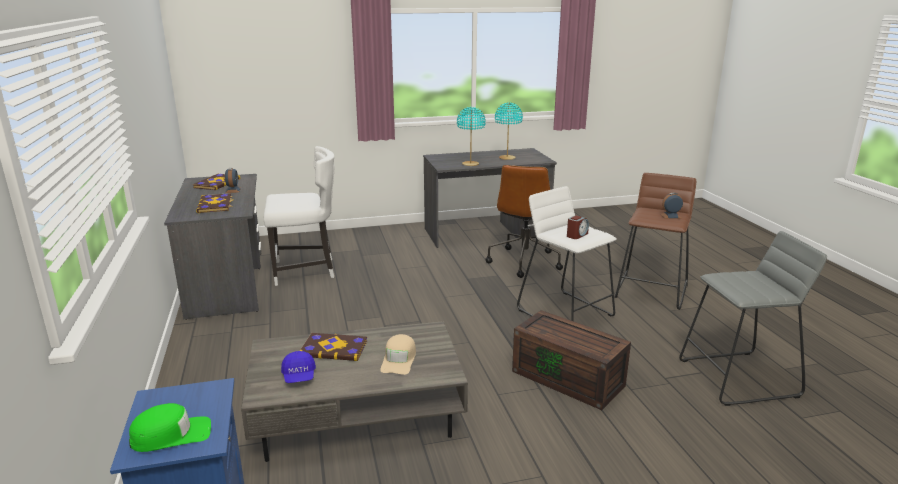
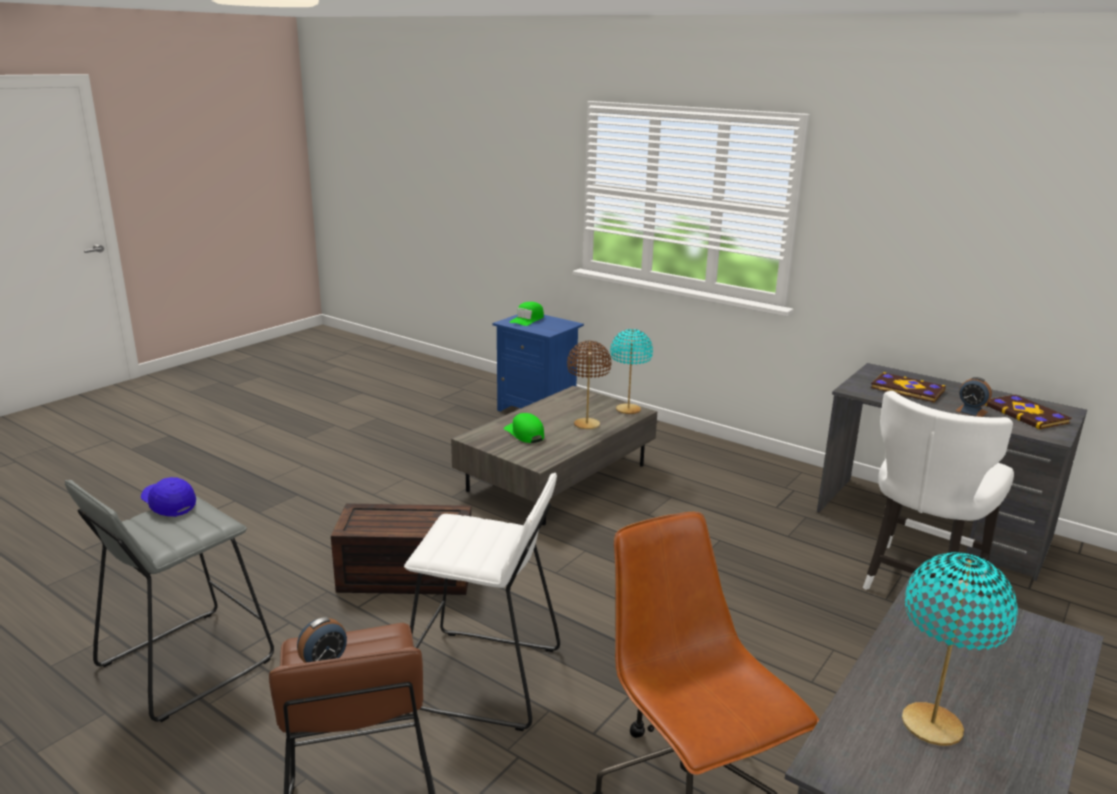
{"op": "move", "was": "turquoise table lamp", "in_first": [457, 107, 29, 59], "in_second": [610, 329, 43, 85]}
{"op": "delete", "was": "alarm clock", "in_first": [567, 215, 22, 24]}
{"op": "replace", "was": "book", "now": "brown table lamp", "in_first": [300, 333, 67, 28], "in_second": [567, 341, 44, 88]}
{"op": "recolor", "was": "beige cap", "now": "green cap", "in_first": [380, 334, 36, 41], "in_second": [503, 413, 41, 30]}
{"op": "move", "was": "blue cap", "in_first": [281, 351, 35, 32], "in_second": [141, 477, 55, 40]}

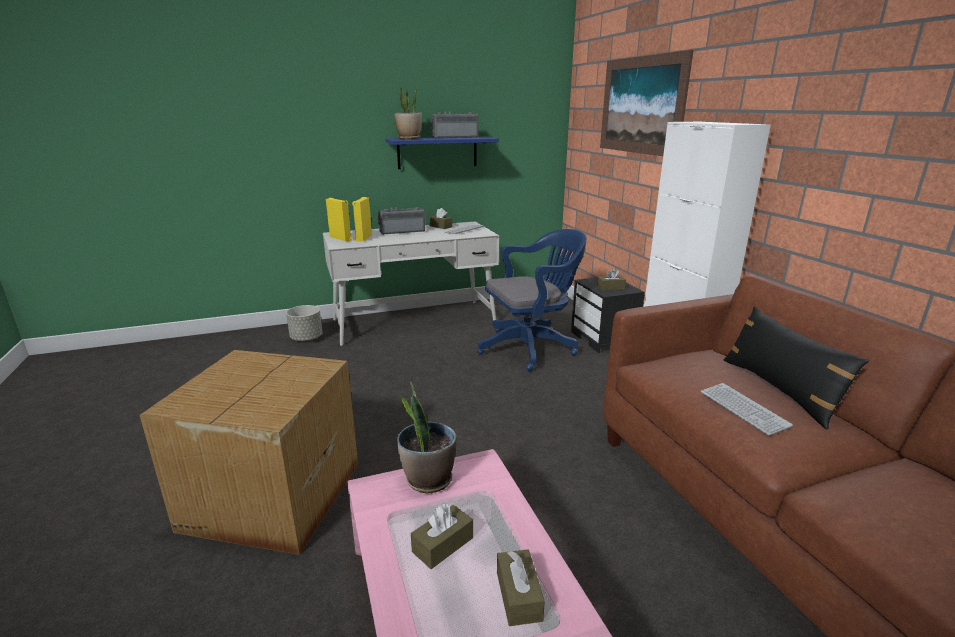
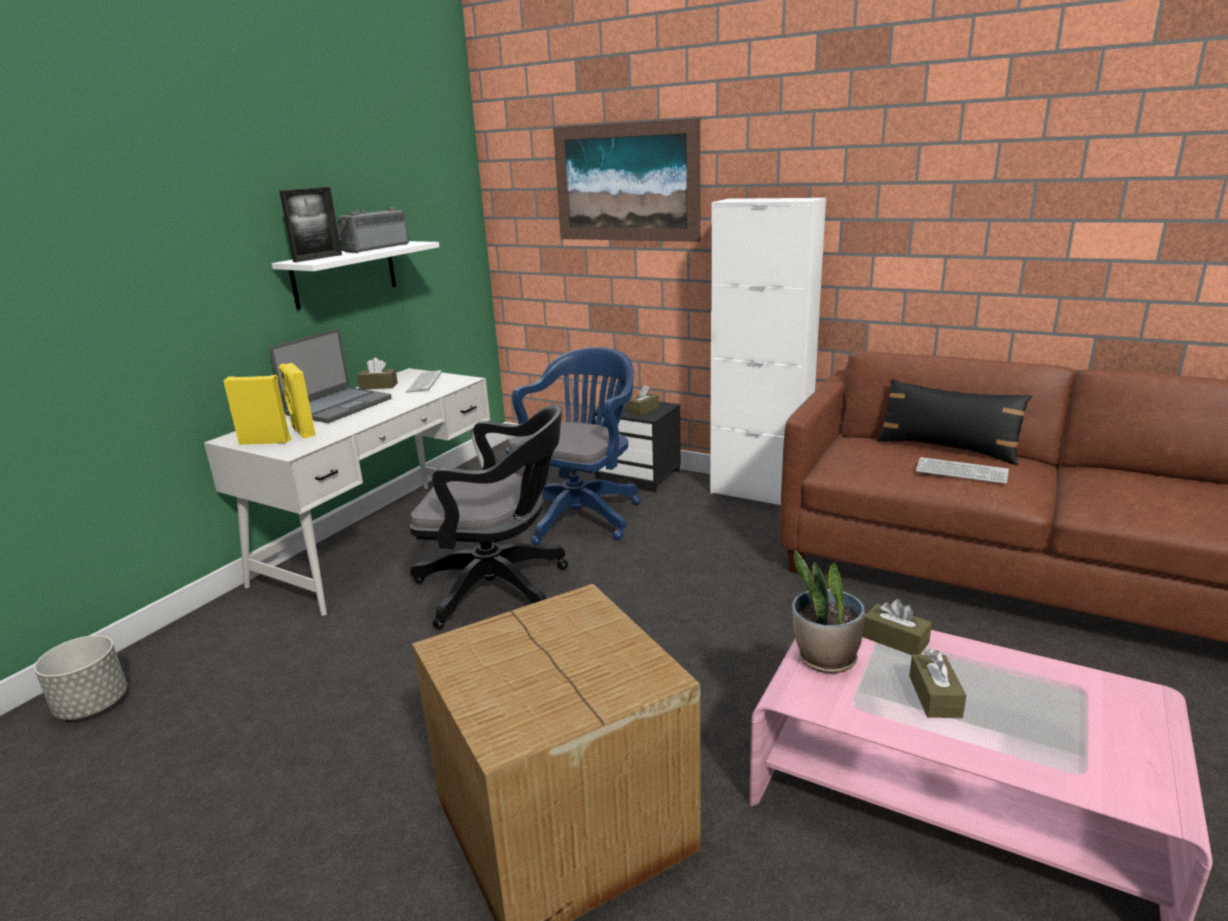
{"op": "replace", "was": "potted plant", "now": "picture frame", "in_first": [394, 83, 28, 56], "in_second": [279, 187, 63, 75]}
{"op": "recolor", "was": "blue shelf", "now": "white shelf", "in_first": [385, 137, 114, 32], "in_second": [272, 241, 167, 69]}
{"op": "replace", "was": "radio", "now": "laptop", "in_first": [377, 207, 48, 27], "in_second": [269, 329, 123, 94]}
{"op": "move", "was": "grey planter", "in_first": [286, 305, 37, 36], "in_second": [34, 635, 93, 85]}
{"op": "move", "was": "brown tissue box", "in_first": [497, 549, 48, 77], "in_second": [862, 599, 70, 56]}
{"op": "insert", "now": "black office chair", "in_second": [410, 405, 158, 224]}

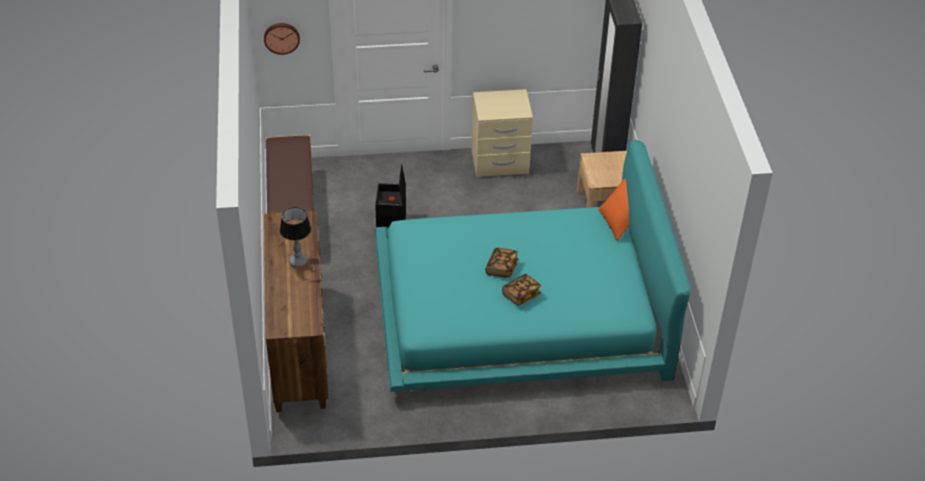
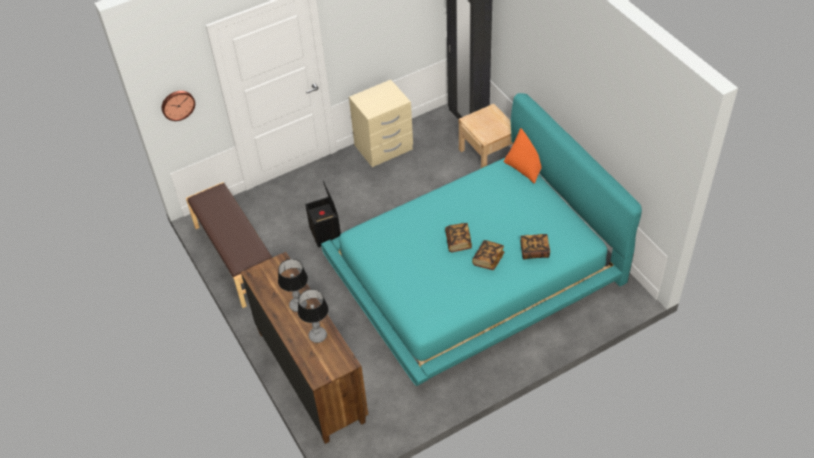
{"op": "insert", "now": "book", "in_second": [520, 234, 30, 26]}
{"op": "insert", "now": "table lamp", "in_second": [298, 289, 30, 54]}

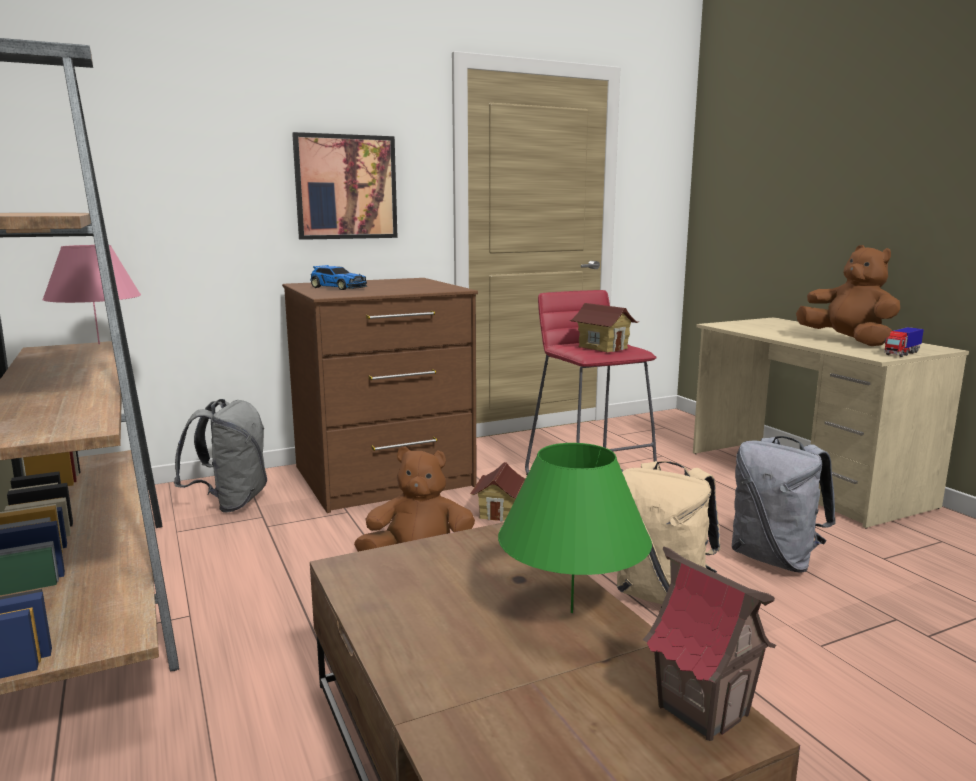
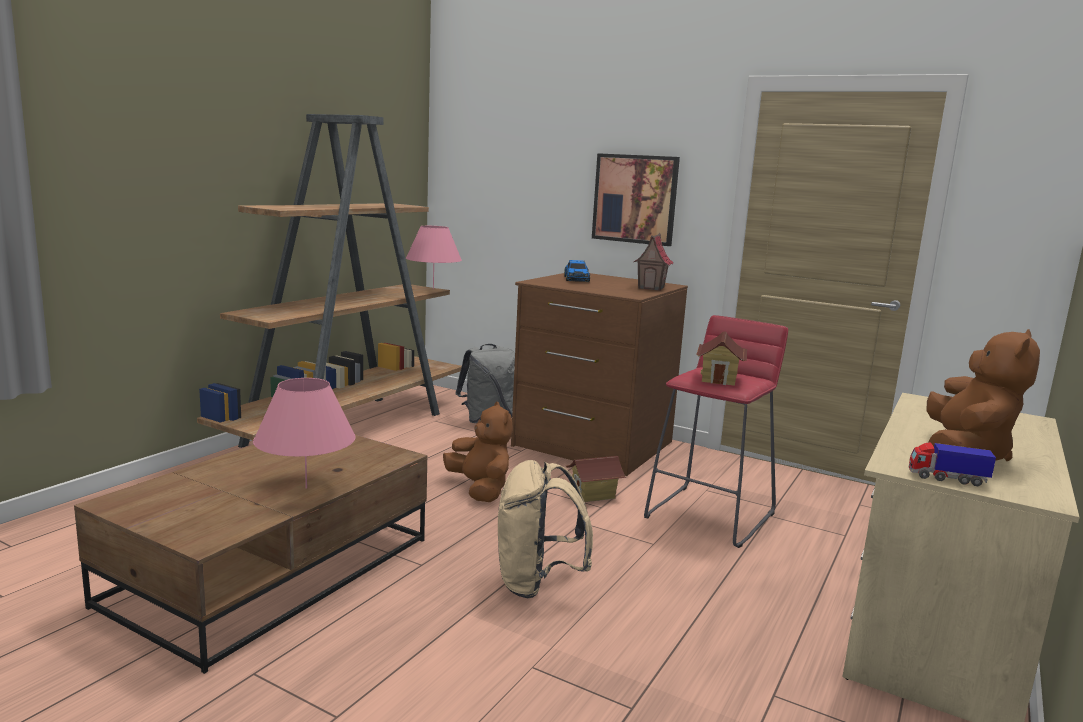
{"op": "delete", "was": "grey backpack", "in_first": [732, 436, 104, 136]}
{"op": "recolor", "was": "green table lamp", "now": "pink table lamp", "in_first": [498, 443, 154, 170], "in_second": [253, 378, 103, 111]}
{"op": "move", "was": "toy house", "in_first": [643, 547, 133, 194], "in_second": [634, 233, 40, 58]}

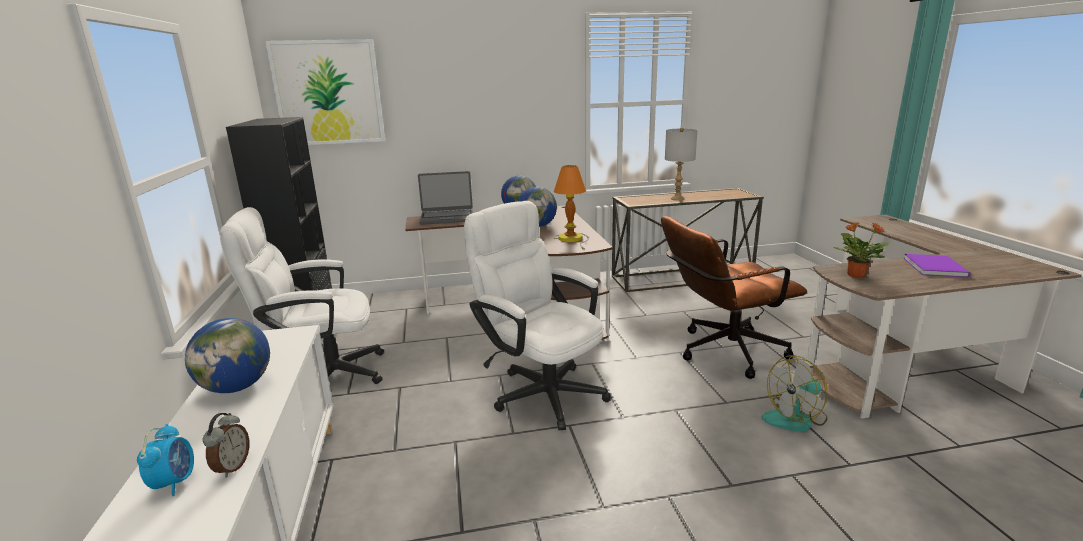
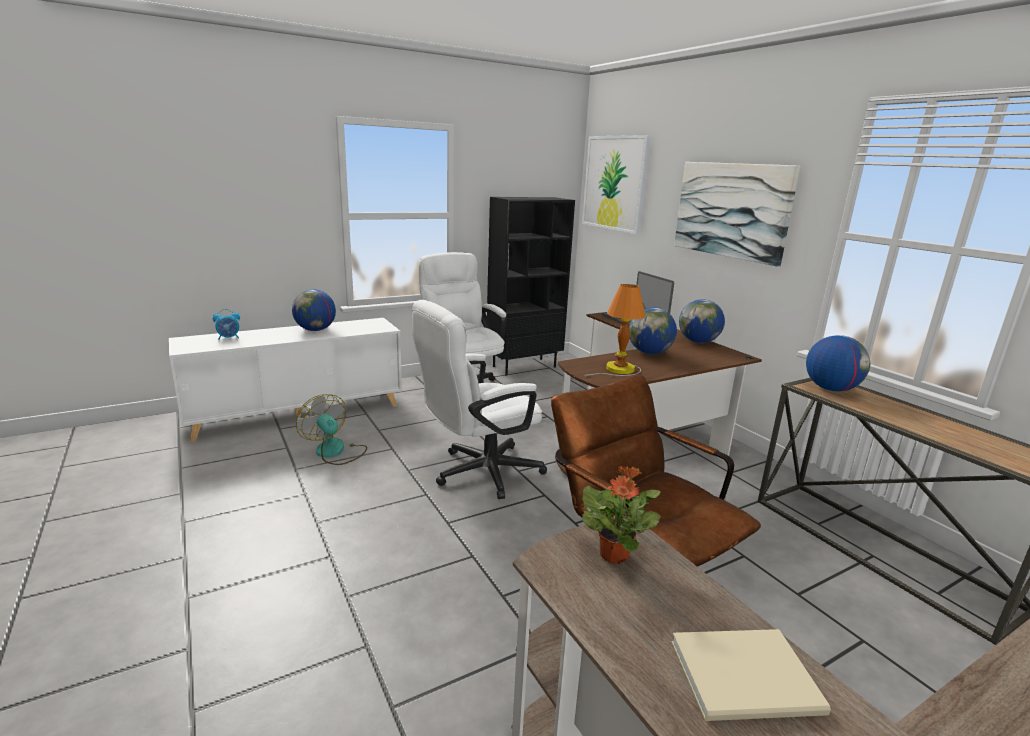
{"op": "delete", "was": "grey table lamp", "in_first": [665, 127, 32, 74]}
{"op": "rotate", "was": "white office chair", "in_first": [464, 201, 147, 229], "in_second": [411, 300, 136, 199], "clockwise": -150}
{"op": "recolor", "was": "purple book", "now": "beige book", "in_first": [904, 254, 67, 23], "in_second": [672, 629, 159, 92]}
{"op": "move", "was": "fan", "in_first": [762, 355, 66, 77], "in_second": [296, 394, 71, 71]}
{"op": "delete", "was": "alarm clock", "in_first": [203, 413, 46, 65]}
{"op": "insert", "now": "picture", "in_second": [674, 162, 126, 104]}
{"op": "insert", "now": "globe", "in_second": [806, 335, 64, 56]}

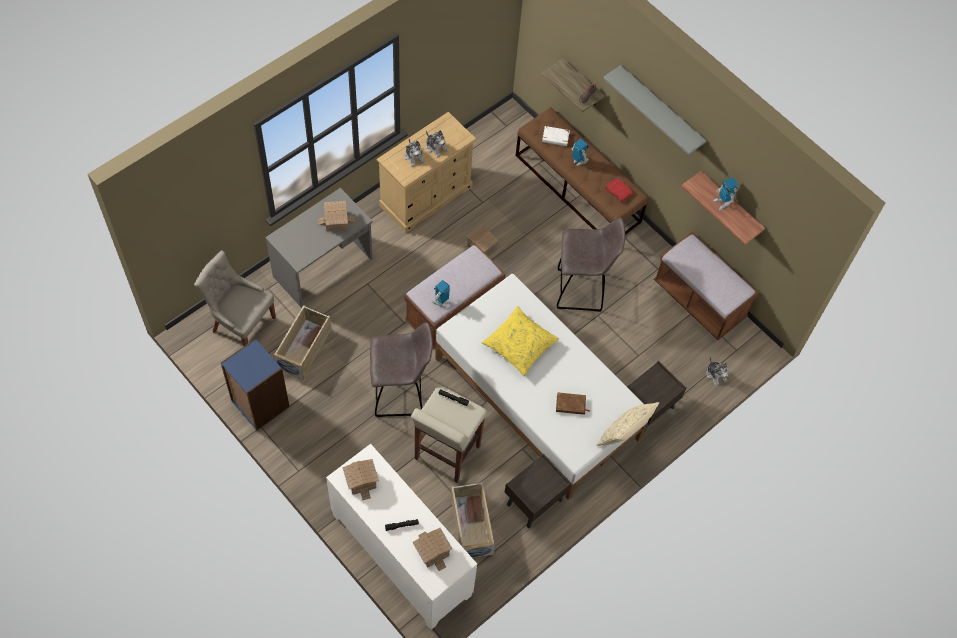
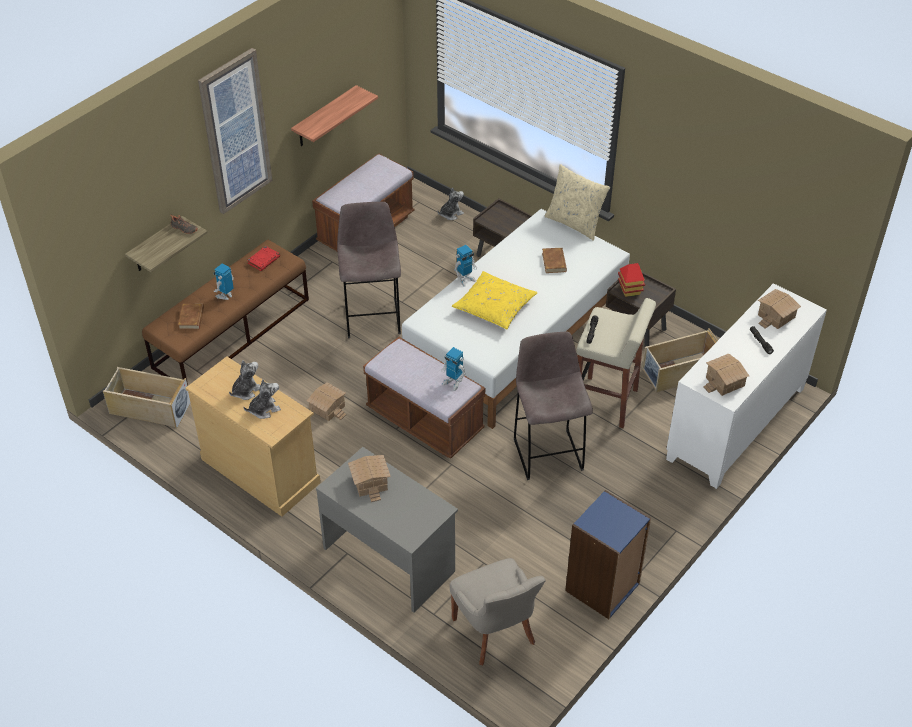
{"op": "replace", "was": "grey shelf", "now": "picture", "in_first": [603, 65, 103, 90], "in_second": [198, 48, 74, 166]}
{"op": "recolor", "was": "white book", "now": "brown book", "in_first": [542, 126, 30, 20], "in_second": [178, 303, 26, 26]}
{"op": "move", "was": "toy robot", "in_first": [713, 177, 25, 33], "in_second": [454, 245, 23, 42]}
{"op": "rotate", "was": "grey chair", "in_first": [194, 250, 82, 96], "in_second": [450, 558, 96, 108], "clockwise": -45}
{"op": "move", "was": "beige storage box", "in_first": [273, 305, 59, 75], "in_second": [103, 367, 88, 62]}
{"op": "insert", "now": "toy house", "in_second": [618, 263, 27, 34]}

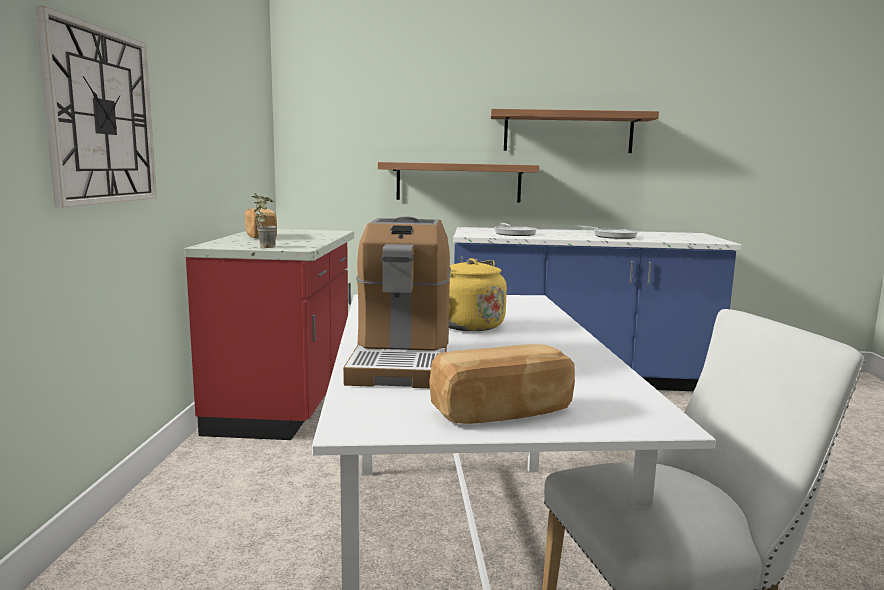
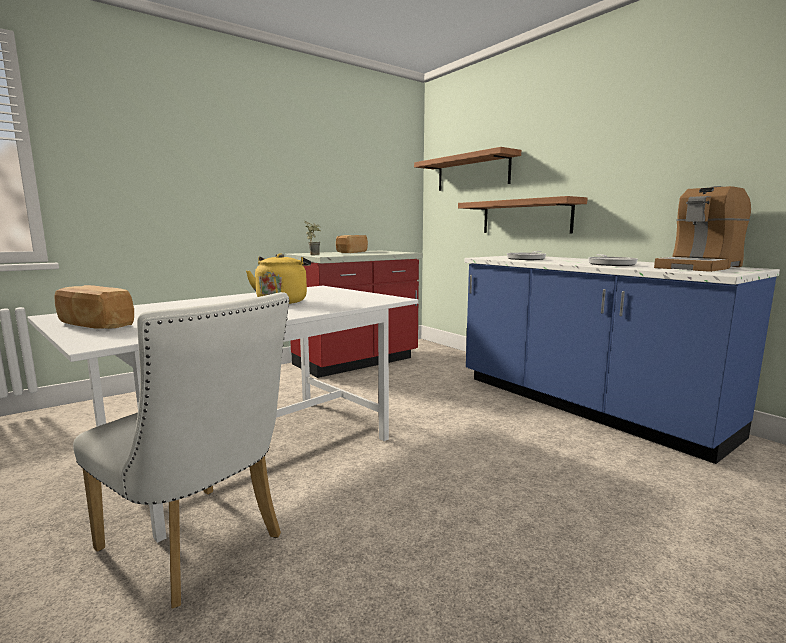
{"op": "delete", "was": "wall clock", "in_first": [35, 6, 122, 201]}
{"op": "move", "was": "shelf", "in_first": [491, 109, 168, 44], "in_second": [414, 147, 107, 44]}
{"op": "move", "was": "coffee machine", "in_first": [343, 216, 108, 172], "in_second": [654, 186, 97, 86]}

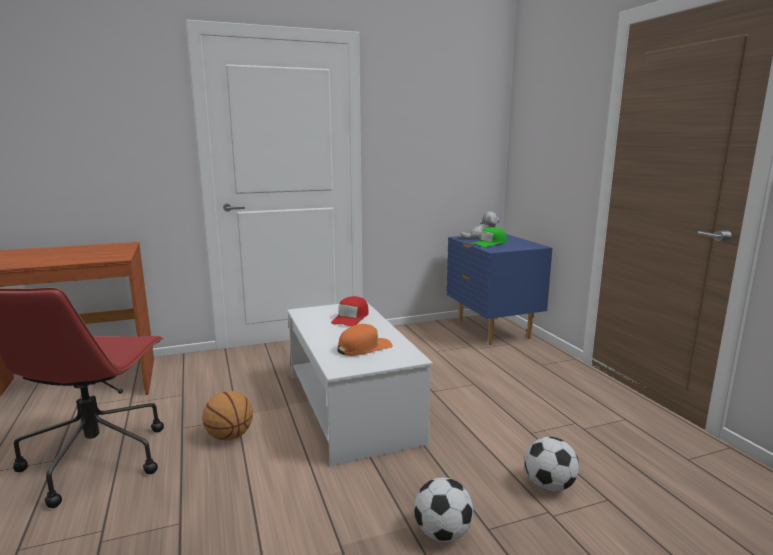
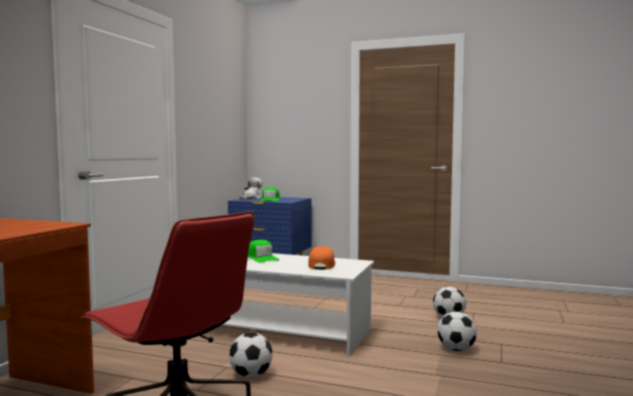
{"op": "recolor", "was": "red cap", "now": "green cap", "in_first": [331, 296, 38, 30], "in_second": [248, 240, 31, 23]}
{"op": "replace", "was": "basketball", "now": "football", "in_first": [202, 391, 51, 49], "in_second": [229, 332, 44, 46]}

